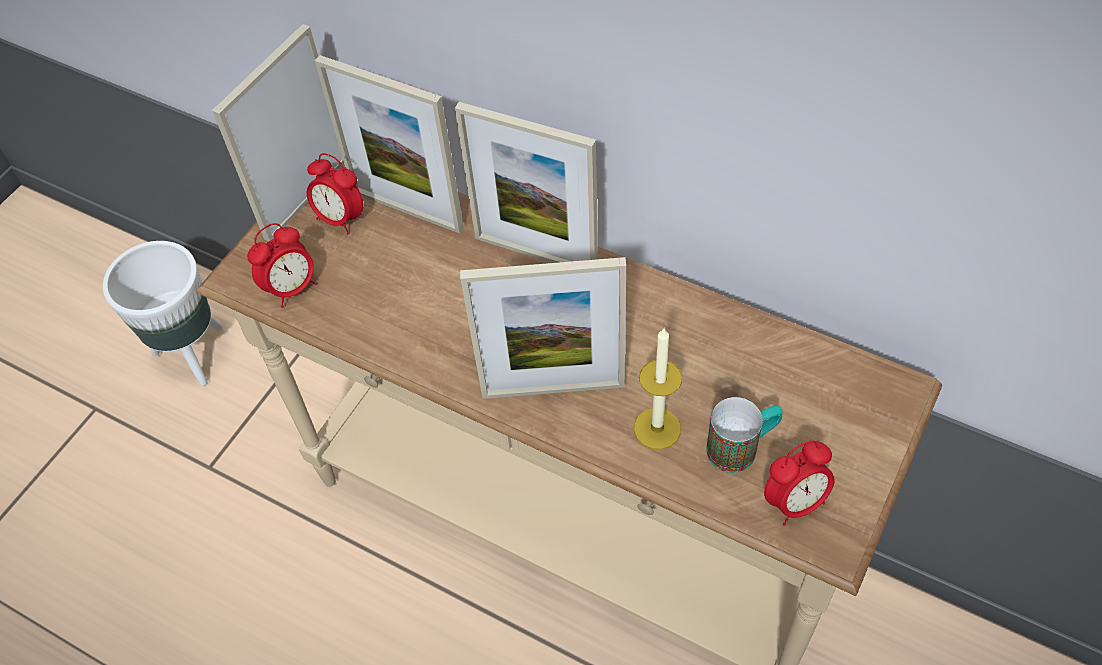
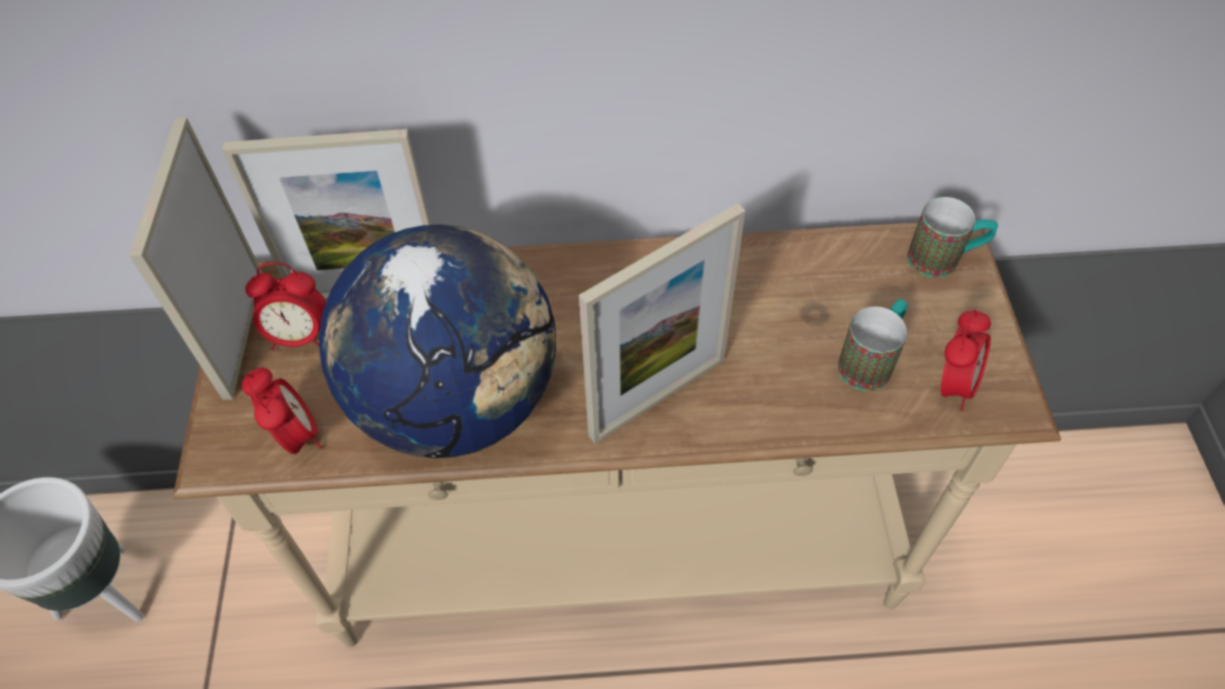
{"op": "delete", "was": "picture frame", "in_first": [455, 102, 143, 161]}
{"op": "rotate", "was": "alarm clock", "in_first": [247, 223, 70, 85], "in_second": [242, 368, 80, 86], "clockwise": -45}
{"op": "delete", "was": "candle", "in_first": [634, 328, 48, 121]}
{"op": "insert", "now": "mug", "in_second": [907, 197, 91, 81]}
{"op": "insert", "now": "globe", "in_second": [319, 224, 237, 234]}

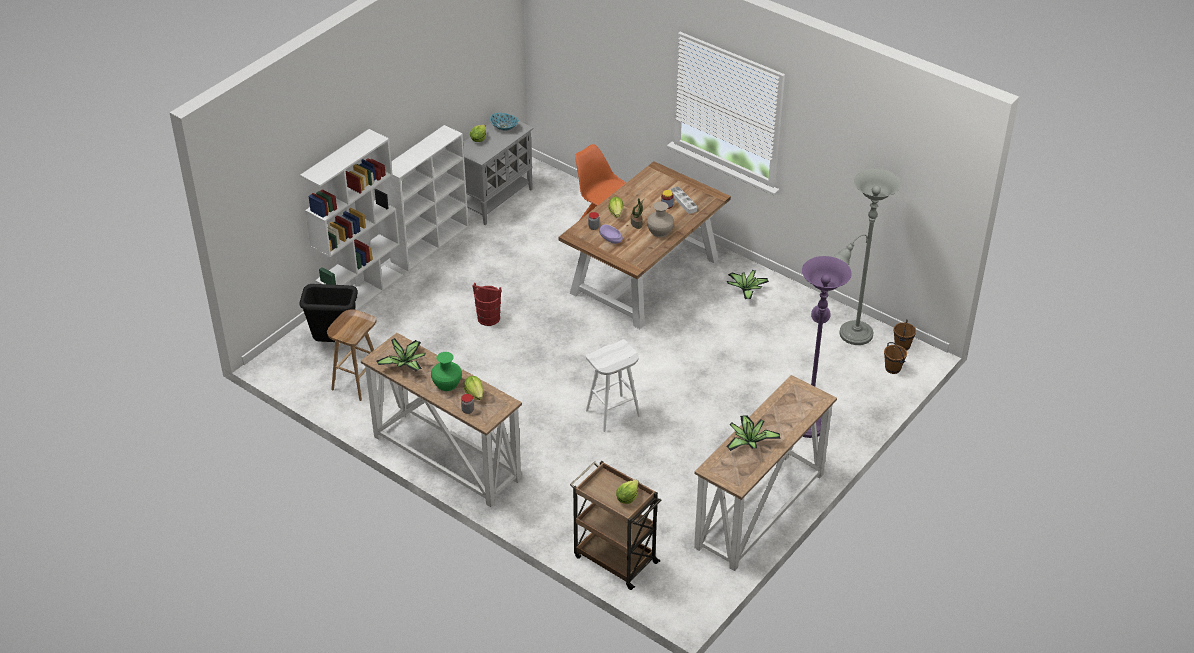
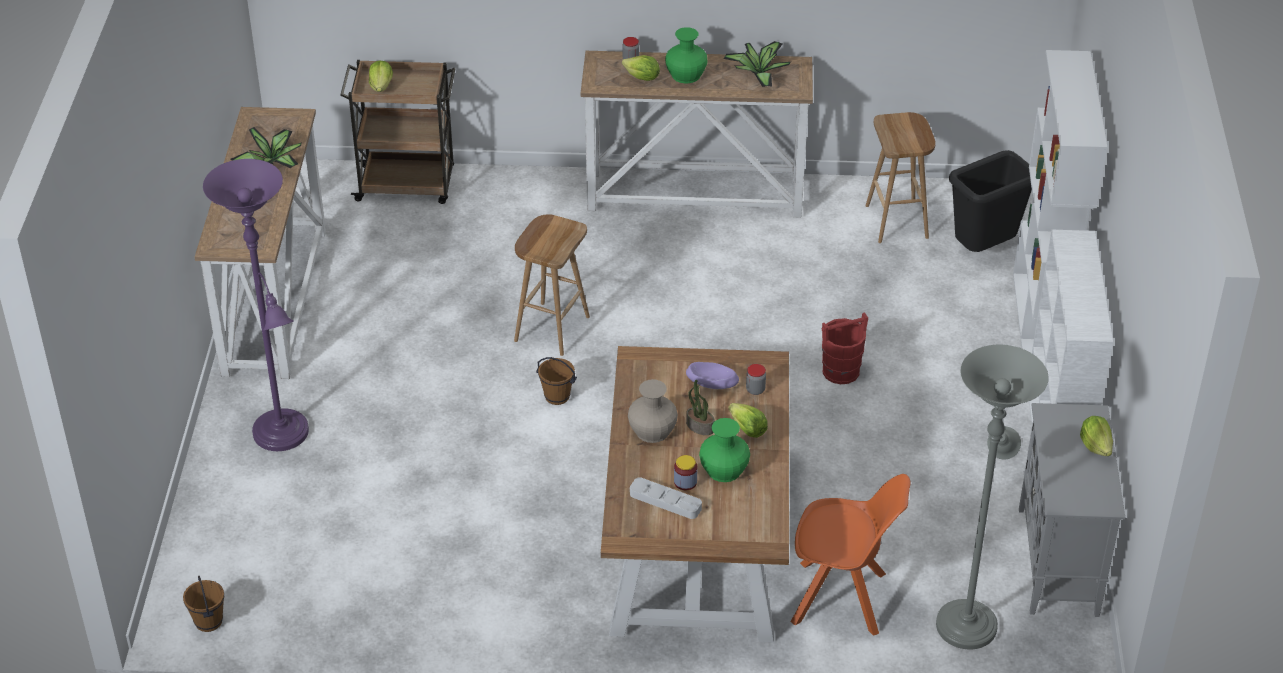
{"op": "delete", "was": "bowl", "in_first": [490, 113, 29, 17]}
{"op": "move", "was": "grey floor lamp", "in_first": [834, 169, 67, 176], "in_second": [936, 345, 113, 304]}
{"op": "delete", "was": "potted plant", "in_first": [727, 270, 42, 29]}
{"op": "recolor", "was": "white stool", "now": "brown stool", "in_first": [585, 339, 55, 93], "in_second": [514, 214, 76, 142]}
{"op": "move", "was": "brown bucket", "in_first": [884, 342, 23, 32], "in_second": [536, 357, 41, 48]}
{"op": "insert", "now": "green vase", "in_second": [699, 418, 51, 64]}

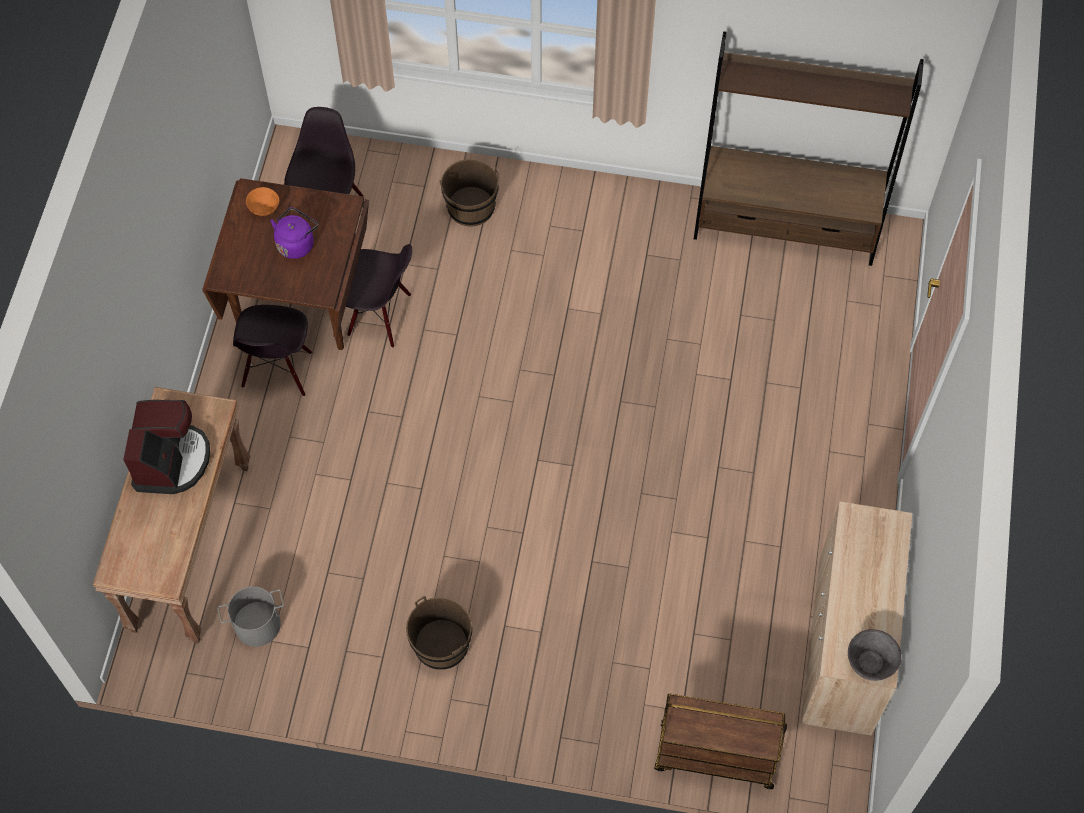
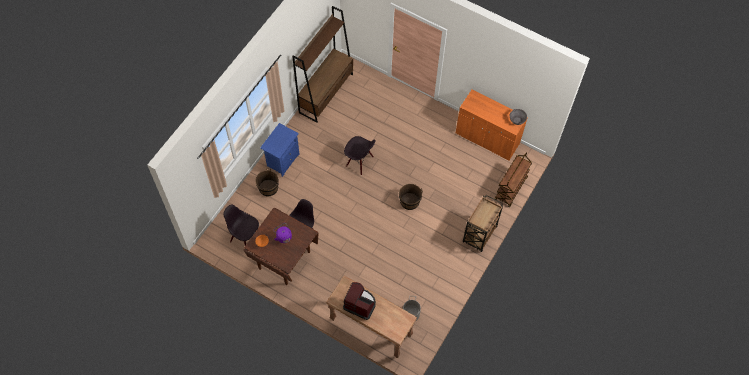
{"op": "move", "was": "black chair", "in_first": [233, 305, 79, 91], "in_second": [344, 136, 32, 39]}
{"op": "recolor", "was": "beige cabinet", "now": "orange cabinet", "in_first": [801, 501, 111, 234], "in_second": [456, 90, 72, 70]}
{"op": "move", "was": "brown bucket", "in_first": [406, 596, 66, 74], "in_second": [399, 184, 24, 26]}
{"op": "insert", "now": "blue nightstand", "in_second": [260, 123, 39, 54]}
{"op": "insert", "now": "brown cart", "in_second": [463, 195, 40, 57]}

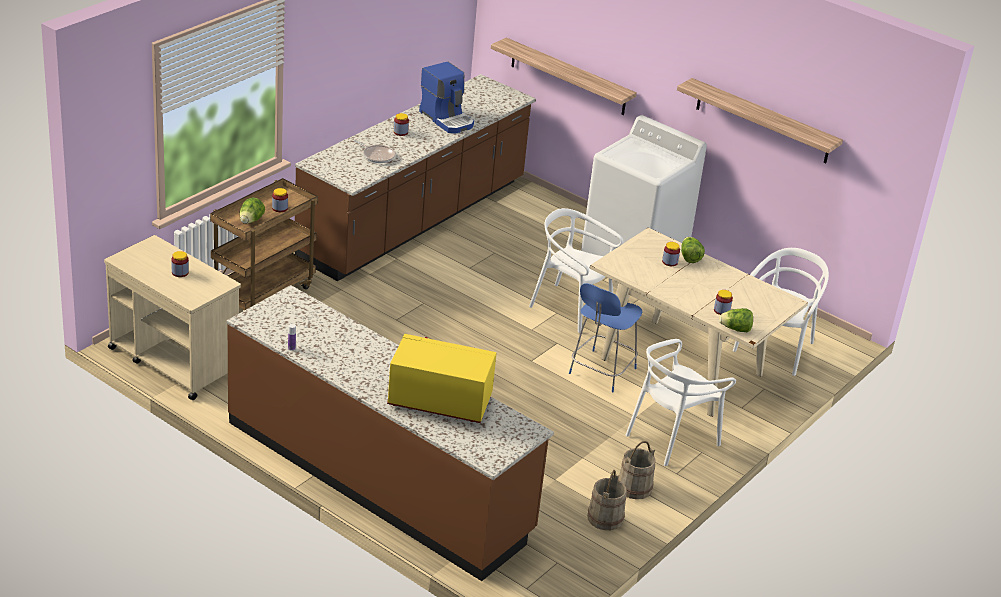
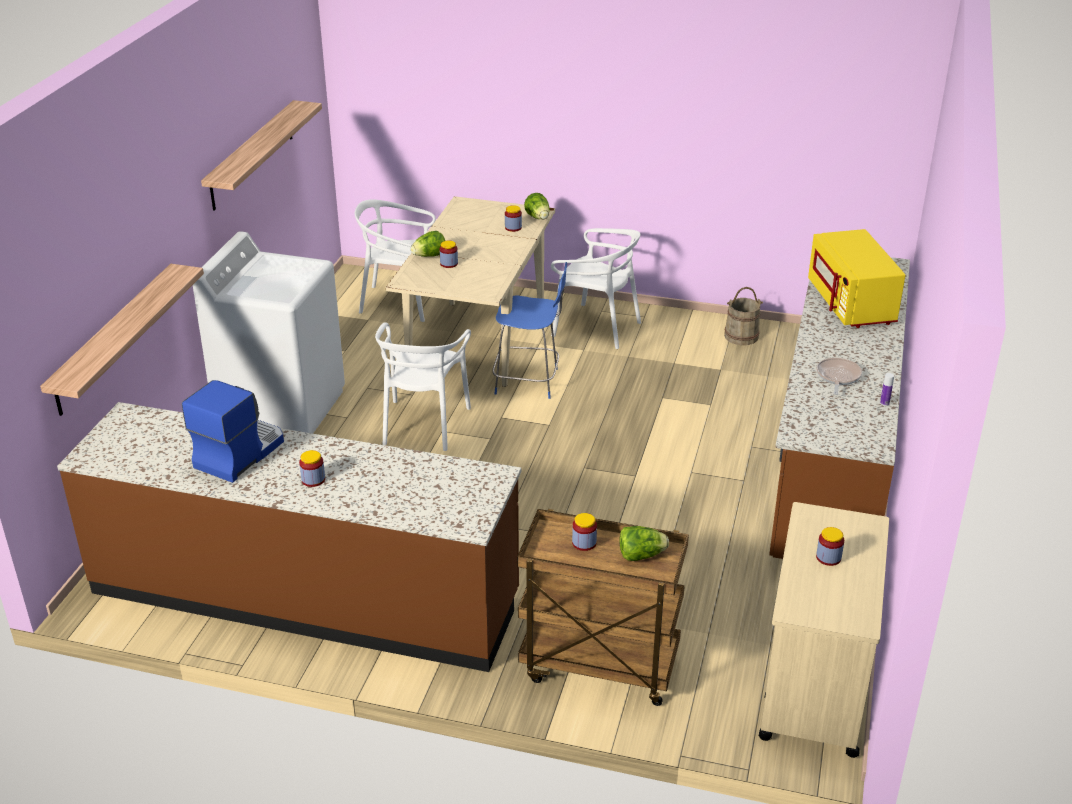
{"op": "move", "was": "frying pan", "in_first": [354, 140, 41, 23], "in_second": [816, 358, 46, 37]}
{"op": "delete", "was": "beige bucket", "in_first": [618, 441, 38, 58]}

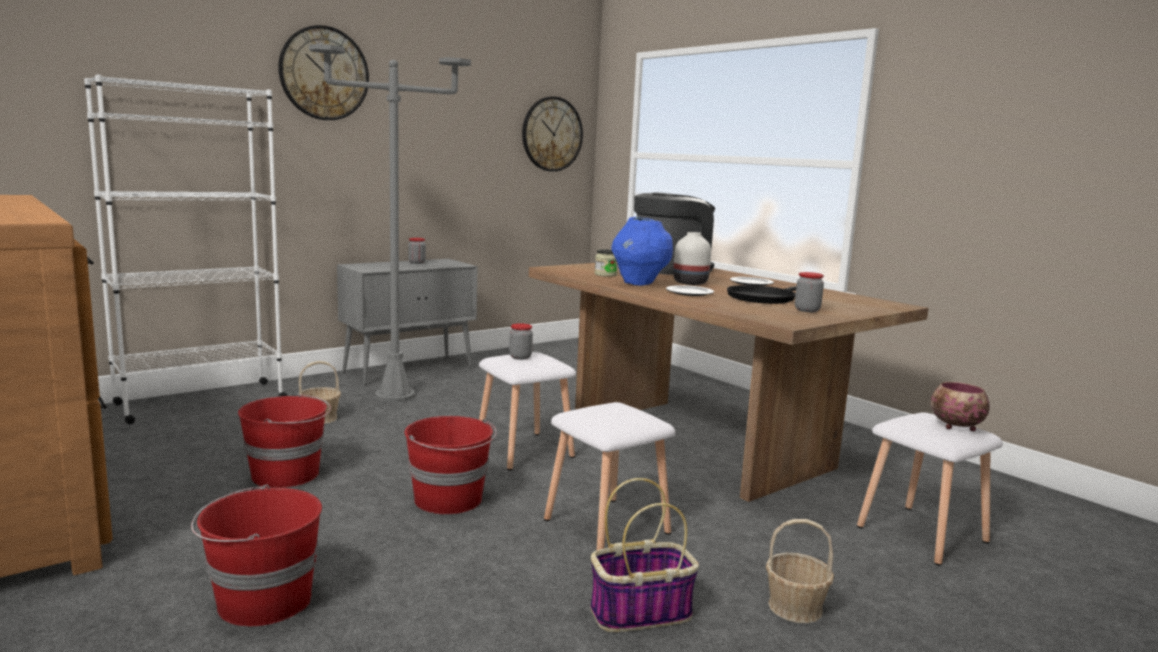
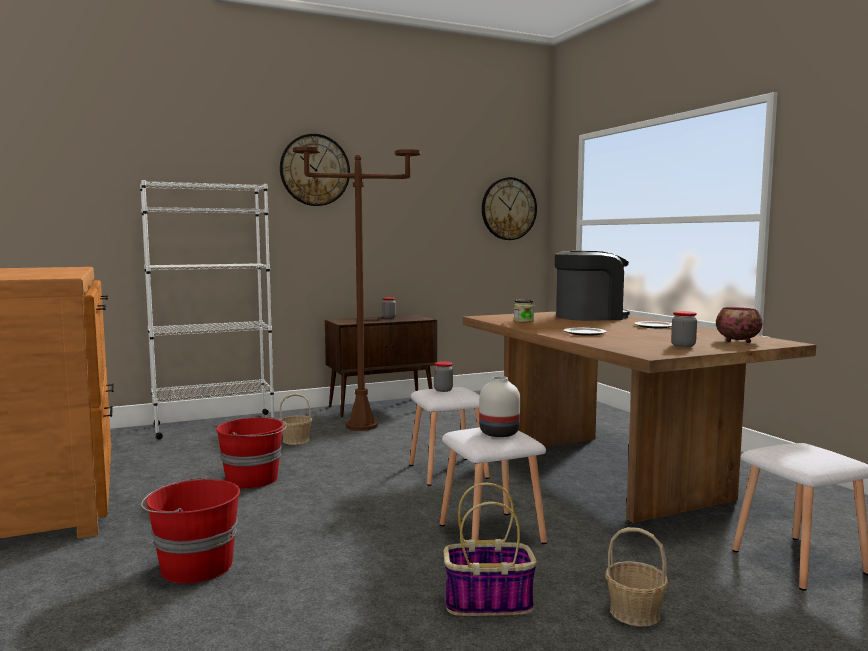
{"op": "recolor", "was": "grey floor lamp", "now": "brown floor lamp", "in_first": [309, 44, 162, 358], "in_second": [293, 147, 128, 284]}
{"op": "delete", "was": "blue vase", "in_first": [612, 217, 61, 69]}
{"op": "move", "was": "white vase", "in_first": [673, 232, 38, 53], "in_second": [479, 376, 41, 61]}
{"op": "recolor", "was": "grey cabinet", "now": "brown cabinet", "in_first": [337, 259, 141, 126], "in_second": [325, 315, 112, 102]}
{"op": "delete", "was": "black frying pan", "in_first": [727, 285, 69, 19]}
{"op": "move", "was": "bowl", "in_first": [930, 382, 60, 49], "in_second": [716, 307, 47, 36]}
{"op": "delete", "was": "red bucket", "in_first": [404, 416, 93, 98]}

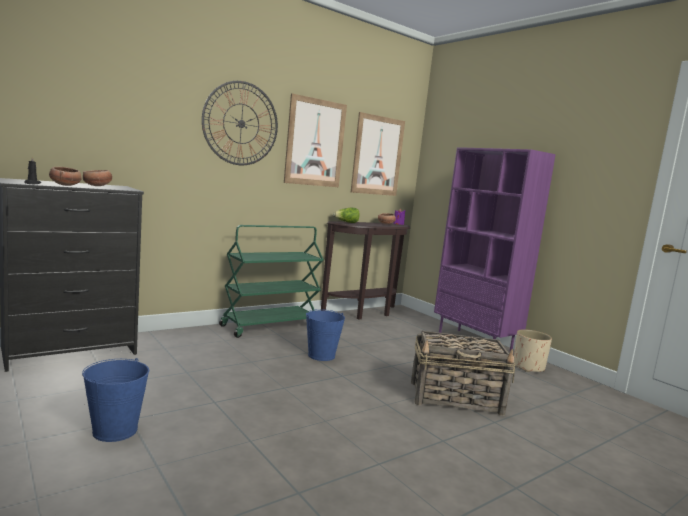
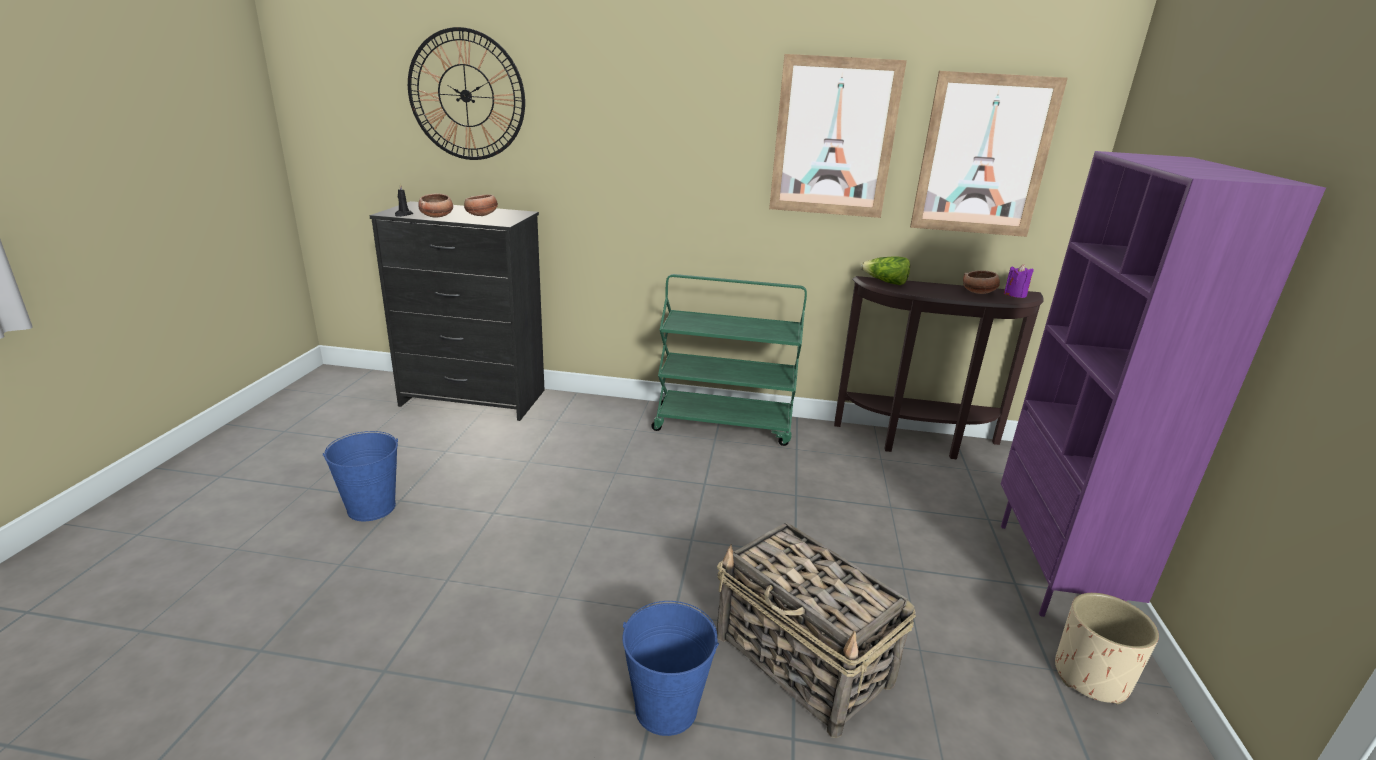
{"op": "move", "was": "wall clock", "in_first": [202, 81, 76, 85], "in_second": [408, 27, 117, 133]}
{"op": "move", "was": "blue bucket", "in_first": [306, 309, 39, 52], "in_second": [622, 601, 97, 135]}

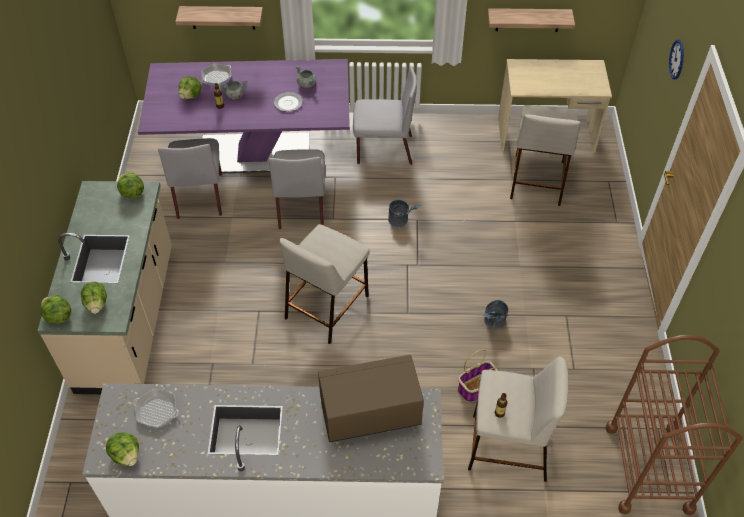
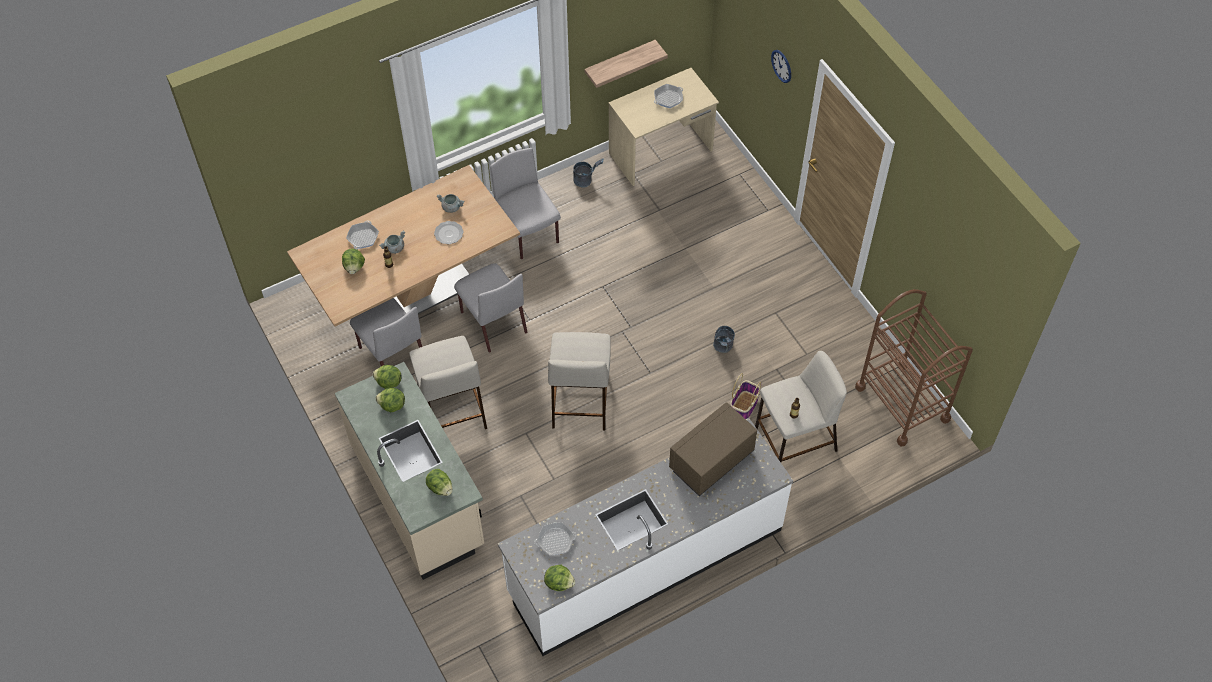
{"op": "delete", "was": "shelf", "in_first": [175, 6, 88, 24]}
{"op": "recolor", "was": "purple dining table", "now": "beige dining table", "in_first": [138, 59, 212, 114], "in_second": [287, 165, 233, 162]}
{"op": "rotate", "was": "grey chair", "in_first": [353, 66, 64, 99], "in_second": [490, 148, 71, 111], "clockwise": -90}
{"op": "move", "was": "beige stool", "in_first": [510, 105, 71, 101], "in_second": [409, 336, 78, 93]}
{"op": "move", "was": "grey bucket", "in_first": [388, 200, 33, 28], "in_second": [573, 158, 31, 30]}
{"op": "move", "was": "lettuce", "in_first": [41, 295, 30, 29], "in_second": [376, 388, 29, 25]}
{"op": "insert", "now": "frying pan", "in_second": [654, 84, 29, 24]}

